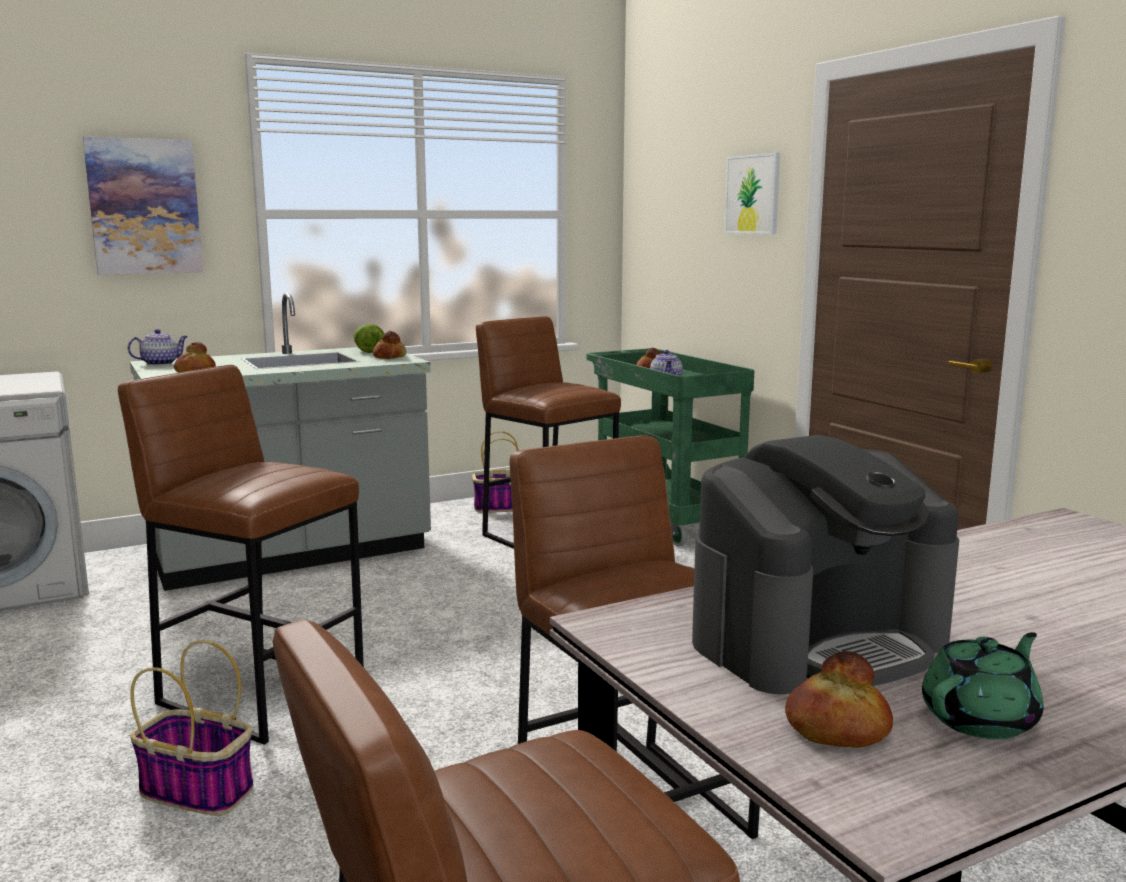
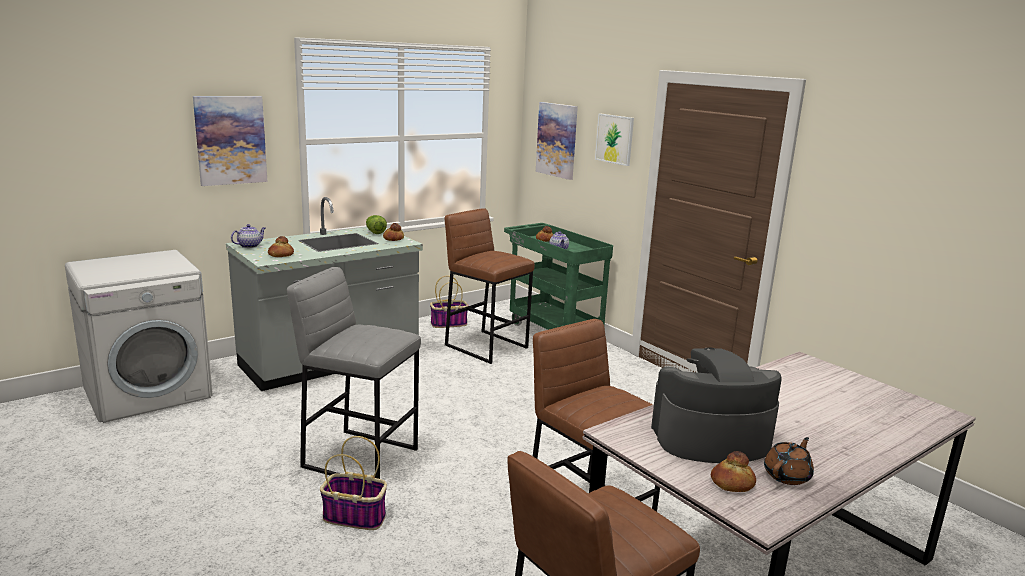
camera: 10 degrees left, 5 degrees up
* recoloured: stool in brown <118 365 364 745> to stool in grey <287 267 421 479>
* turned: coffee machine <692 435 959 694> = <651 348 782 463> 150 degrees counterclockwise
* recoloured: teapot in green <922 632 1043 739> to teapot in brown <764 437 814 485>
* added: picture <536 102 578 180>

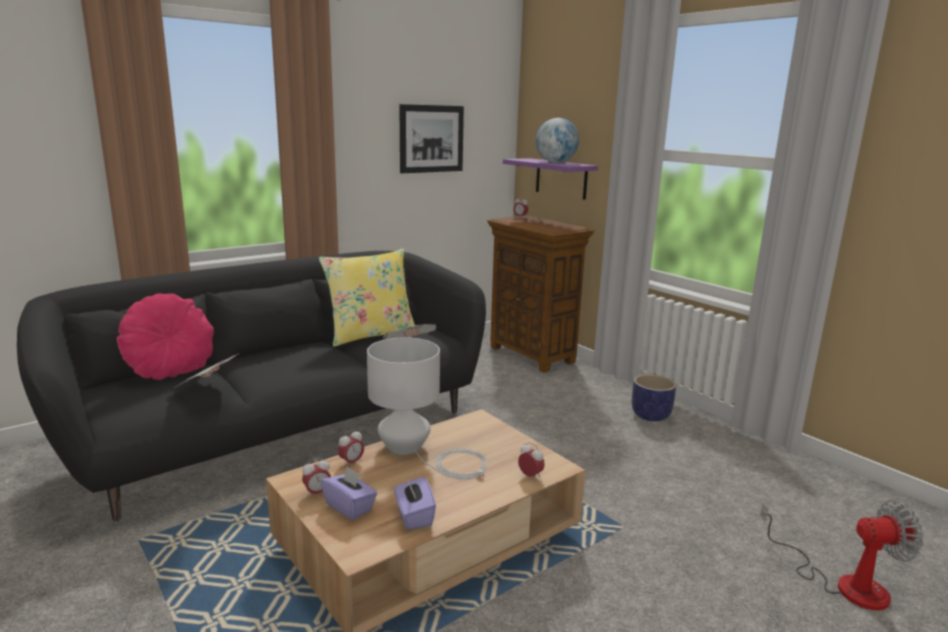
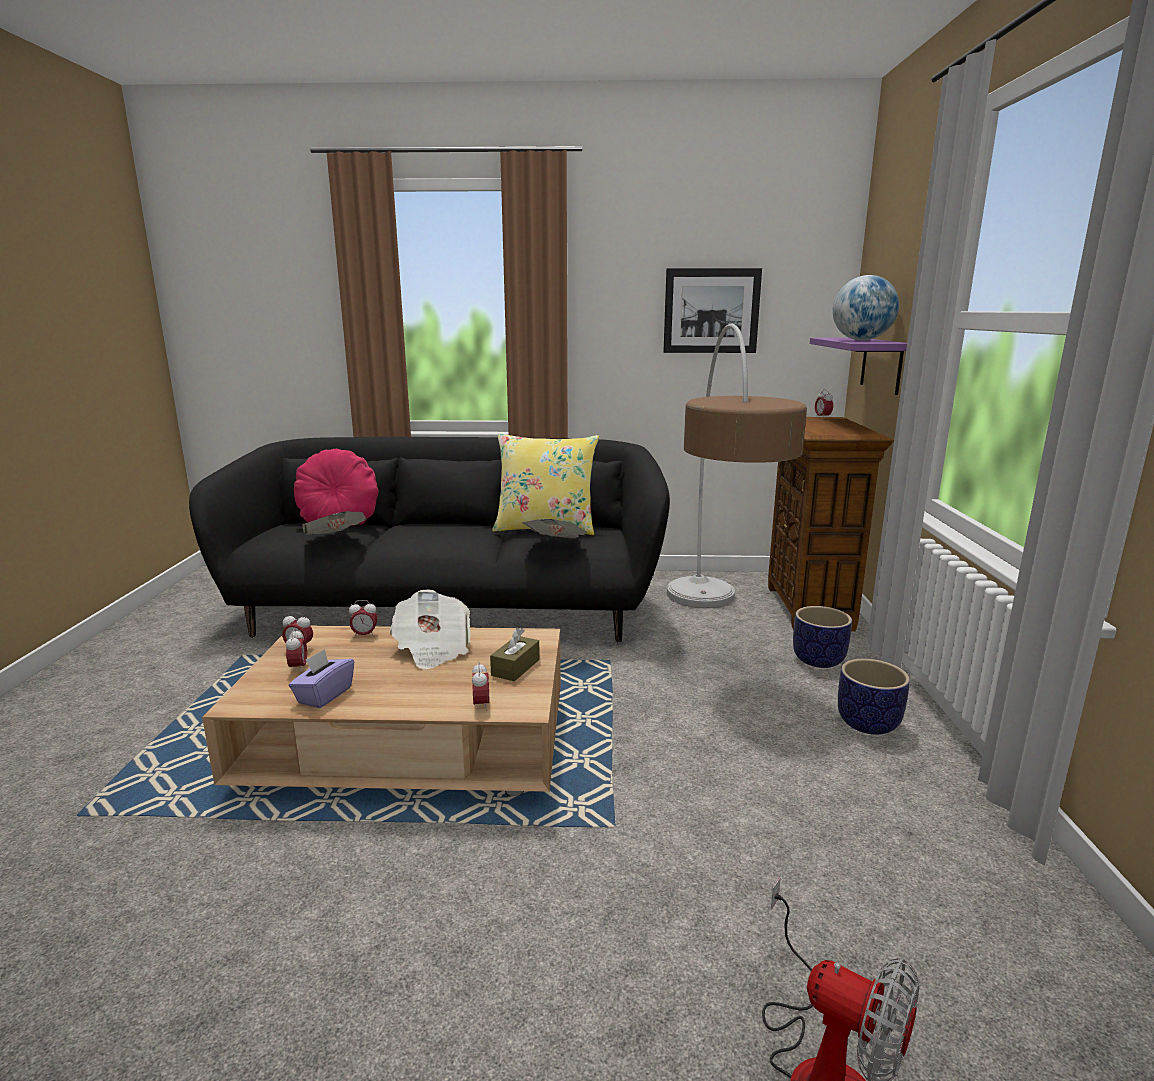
camera: 40 degrees right, 0 degrees up
* replaced: tissue box in purple <321 466 377 520> to alarm clock <286 628 307 673>
* replaced: table lamp in grey <367 337 487 479> to newspaper <390 589 470 670>
* added: tissue box in brown <490 628 540 682>
* added: floor lamp <667 324 807 608>
* added: planter <793 606 852 668>

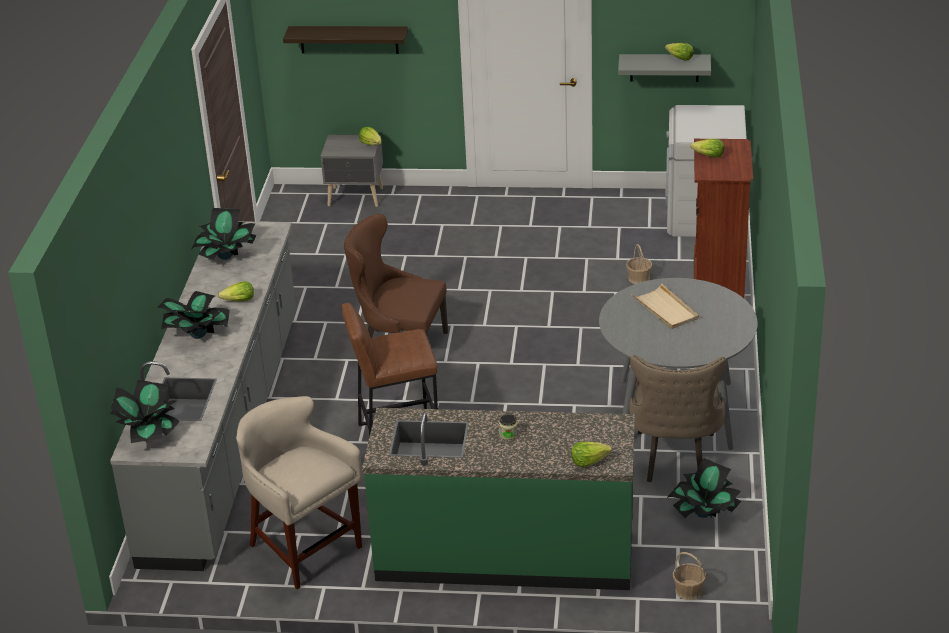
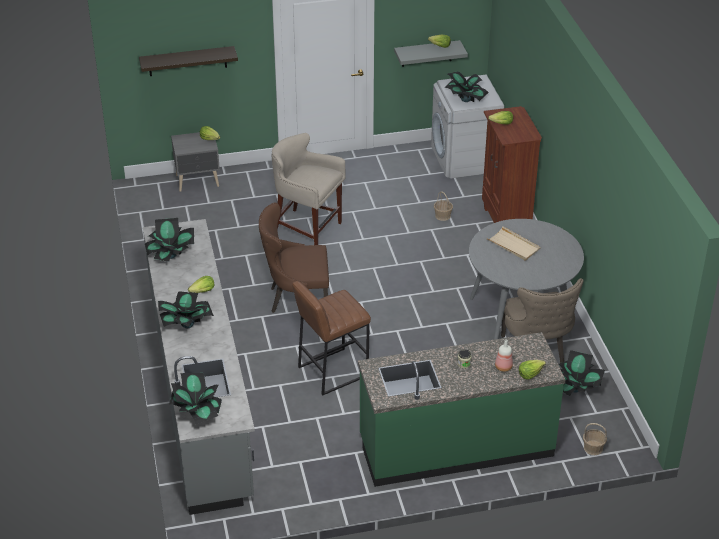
camera: 20 degrees left, 5 degrees up
* moved: stool in beige <236 396 362 590> to <272 133 345 245>
* added: potted plant <444 71 489 102>
* added: bottle <495 339 513 372>

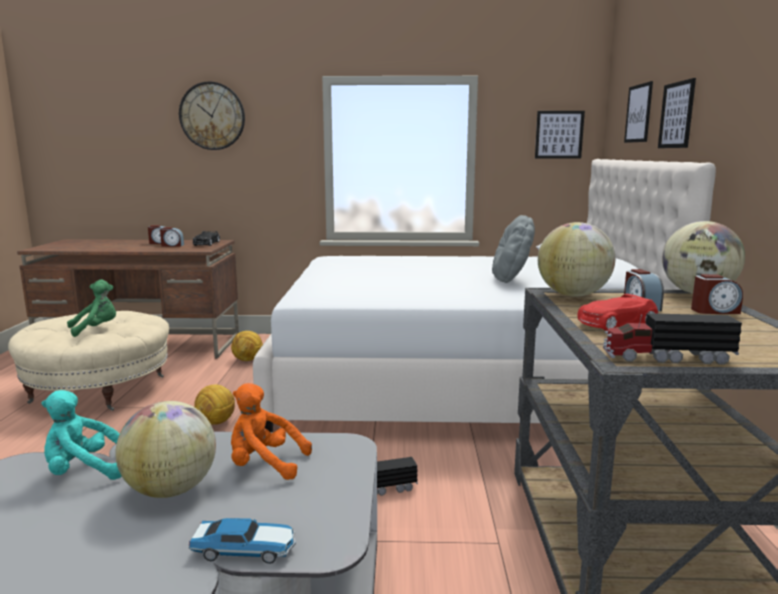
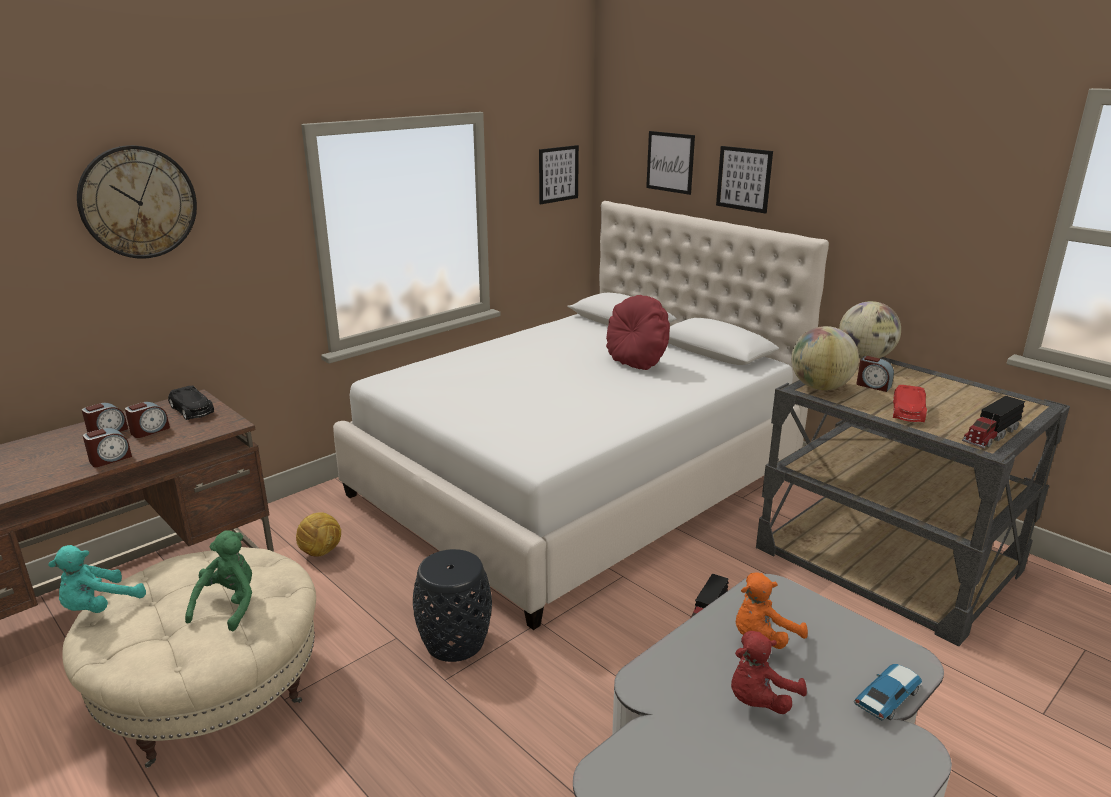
camera: 45 degrees left, 10 degrees up
* moved: plush toy in turquoise <41 390 122 480> to <48 545 146 613>
* replaced: globe <115 401 216 498> to plush toy in red <731 631 807 714>
* replaced: football <194 384 235 425> to stool in black <413 549 492 662>
* recoloured: pillow in grey <492 215 535 283> to pillow in red <606 295 670 370>
* moved: alarm clock <691 274 743 314> to <83 428 132 467>

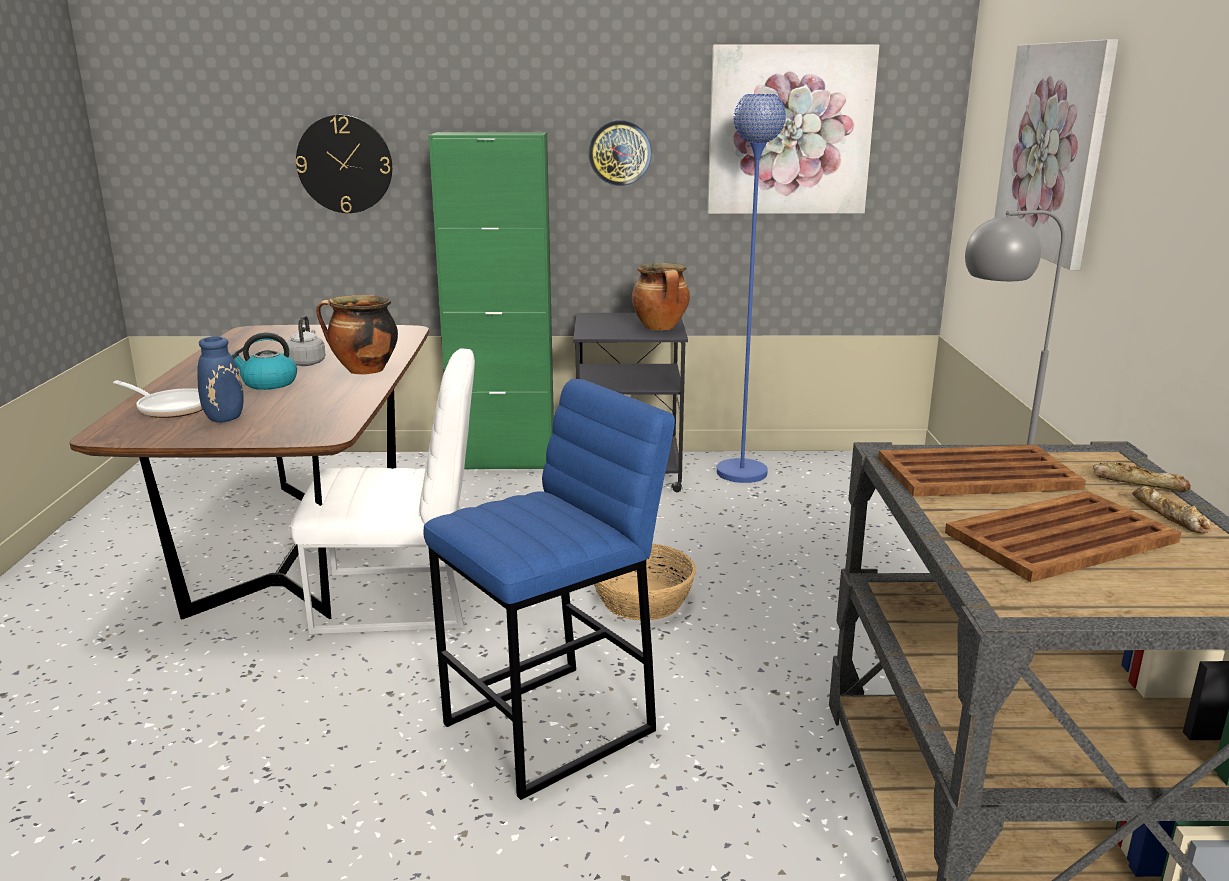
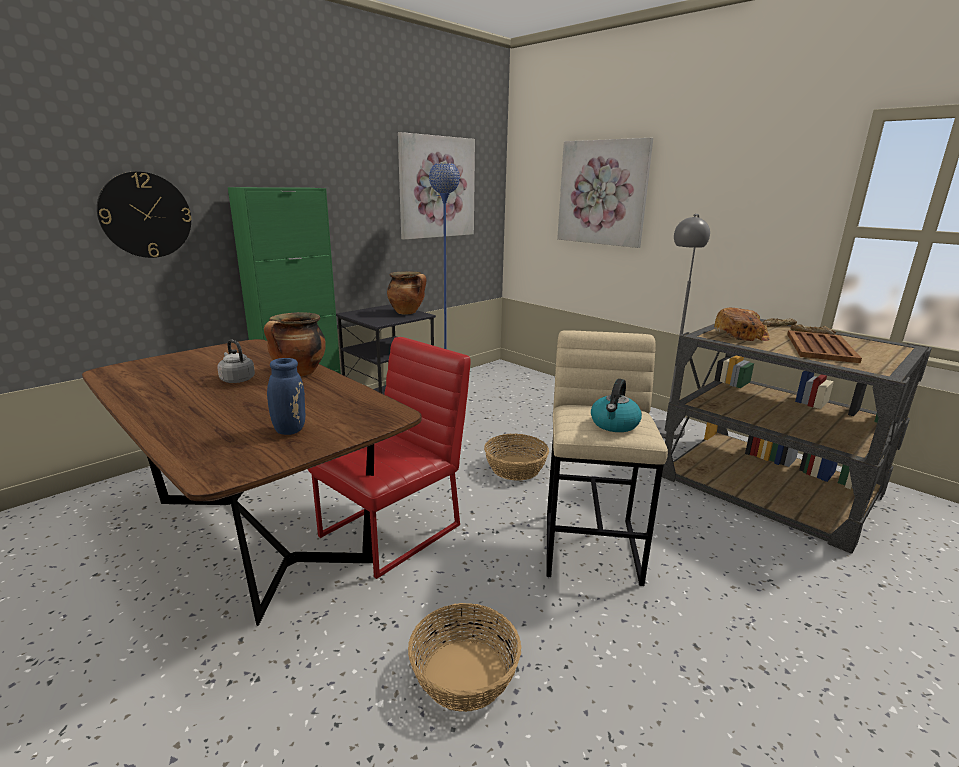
camera: 45 degrees left, 0 degrees up
* removed: frying pan <113 380 203 418>
* moved: kettle <231 333 297 390> to <591 379 642 432>
* recoloured: chair in white <291 349 475 634> to chair in red <308 337 471 579>
* recoloured: stool in blue <423 379 675 800> to stool in beige <546 330 668 586>
* removed: wall clock <588 120 652 186>
* replaced: tray in brown <878 445 1086 497> to bread <714 307 770 341>
* added: basket <408 603 521 712>

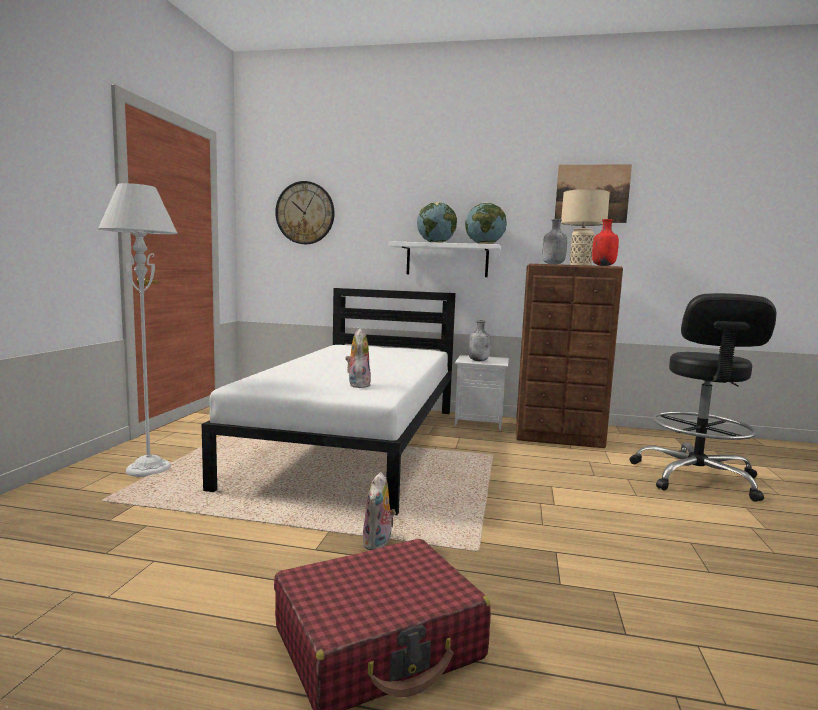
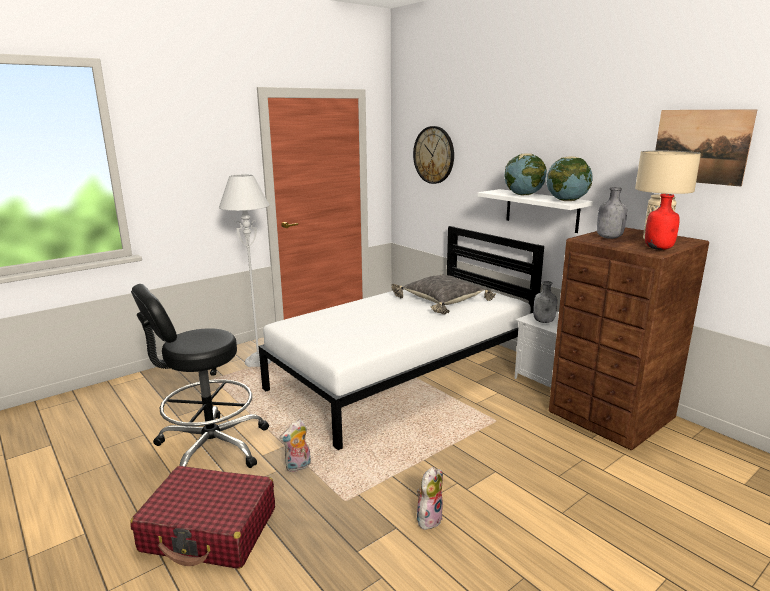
camera: 40 degrees right, 10 degrees up
* moved: plush toy <345 328 371 388> to <417 467 443 530>
* moved: stool in black <629 293 776 502> to <131 284 269 468>
* added: pillow <391 275 496 314>

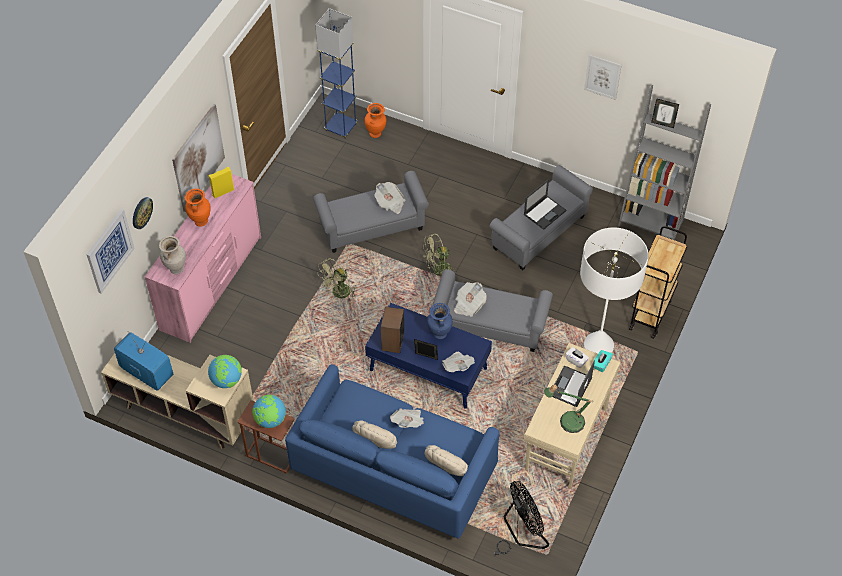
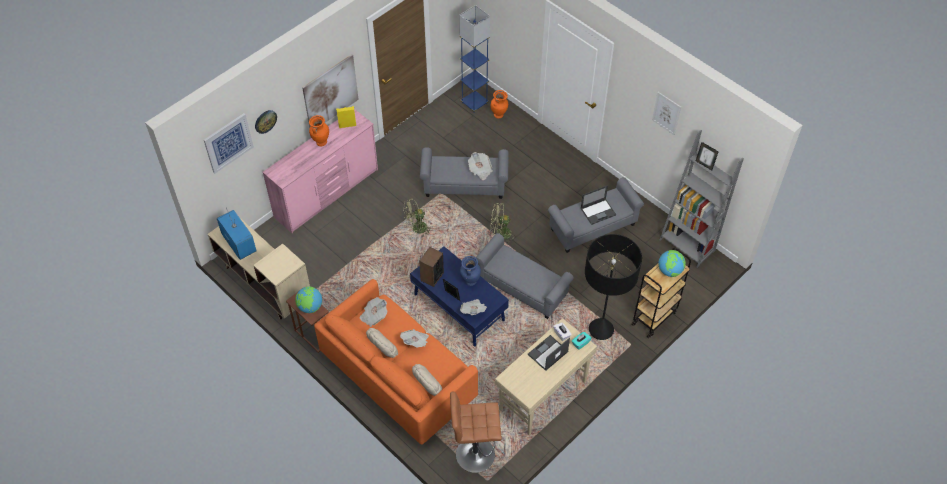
camera: 20 degrees right, 0 degrees up
* removed: vase in beige <159 236 186 274>
* moved: globe <208 355 242 388> to <658 250 686 277>
* recoloured: sofa in blue <285 364 499 538> to sofa in orange <314 279 478 445>
* moved: newspaper <454 282 487 317> to <360 297 387 327>
* replaced: fan in black <495 481 549 555> to stool in brown <450 392 502 473>
* removed: table lamp <544 384 592 433>
* recoloured: floor lamp in white <580 227 649 353> to floor lamp in black <585 234 642 340>

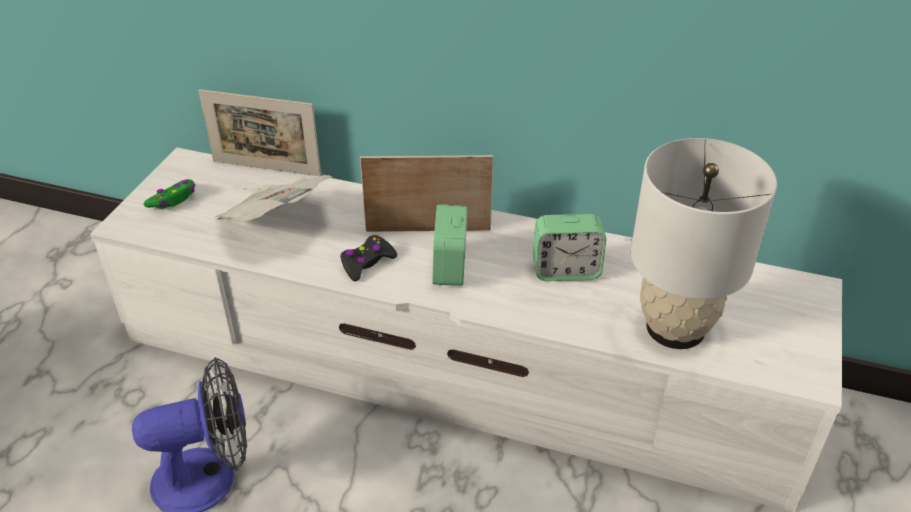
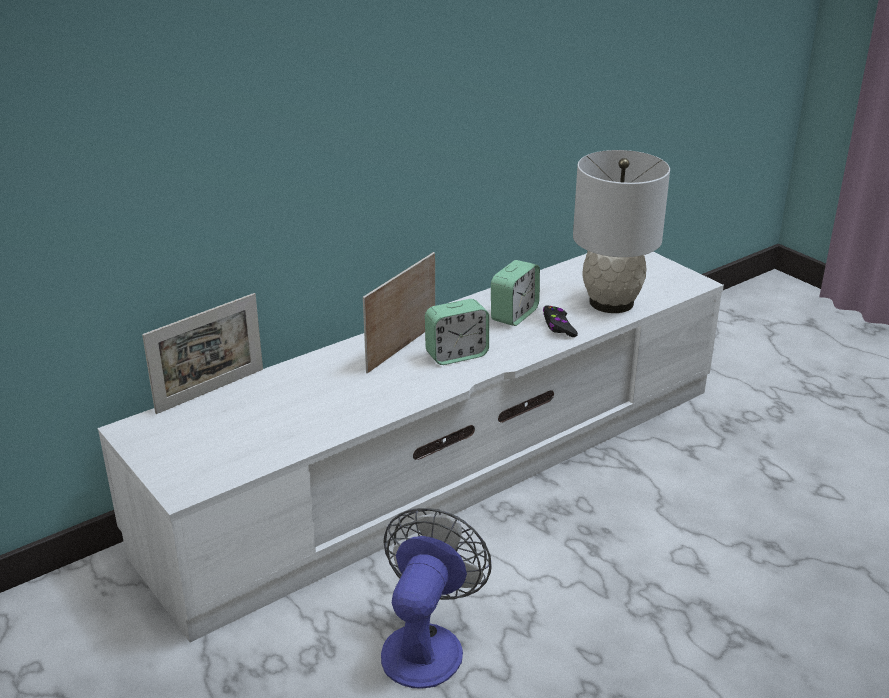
camera: 55 degrees left, 10 degrees down
* removed: game controller in green <143 179 195 209>
* removed: newspaper <214 175 333 222>
* moved: game controller in black <340 235 397 282> to <543 305 578 337>
* turned: alarm clock <432 204 467 286> = <425 299 489 365> 60 degrees counterclockwise

